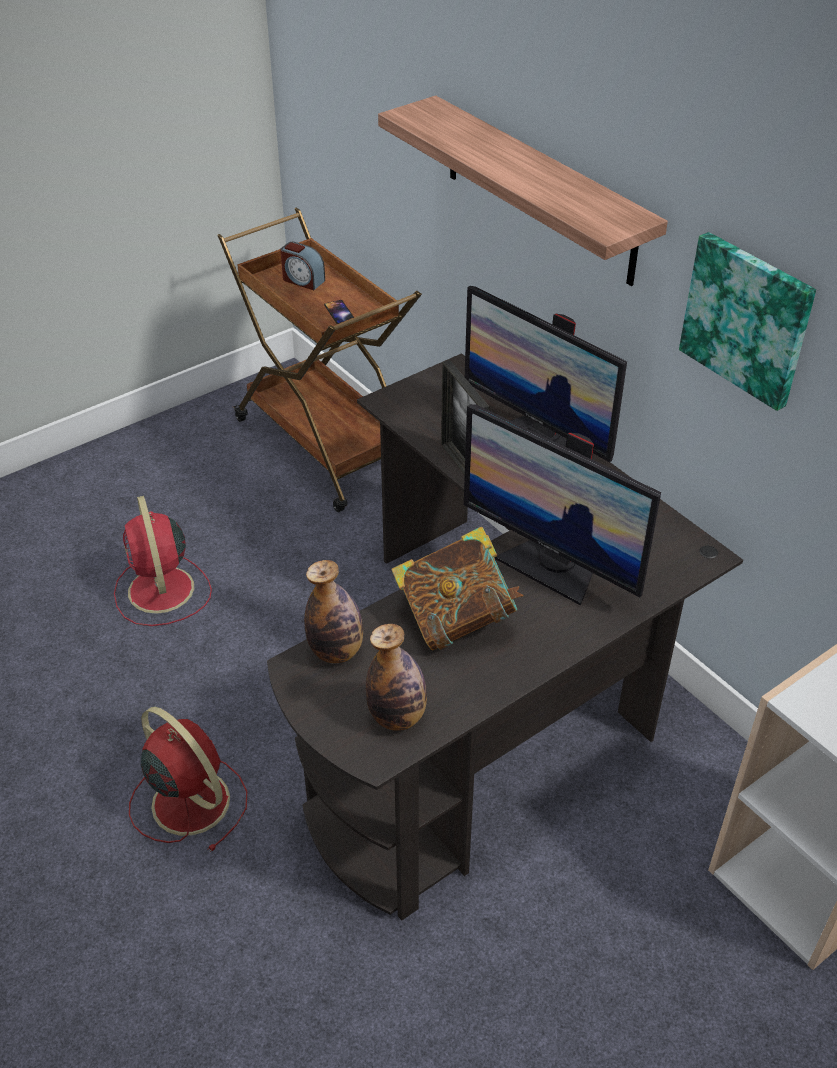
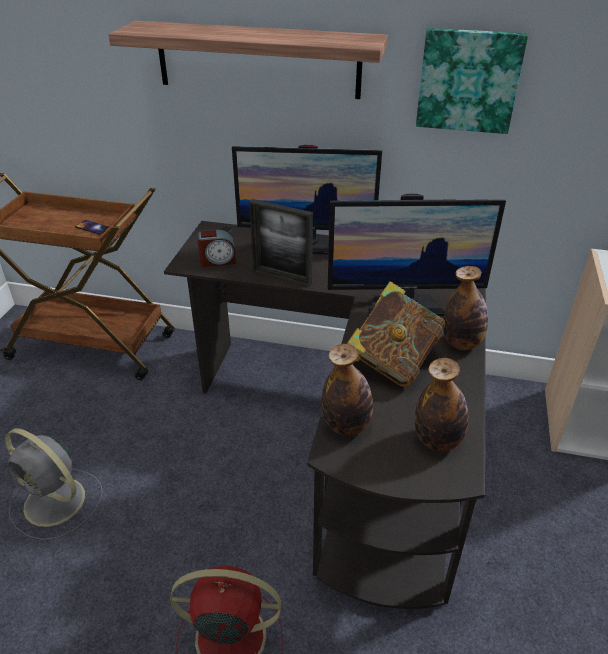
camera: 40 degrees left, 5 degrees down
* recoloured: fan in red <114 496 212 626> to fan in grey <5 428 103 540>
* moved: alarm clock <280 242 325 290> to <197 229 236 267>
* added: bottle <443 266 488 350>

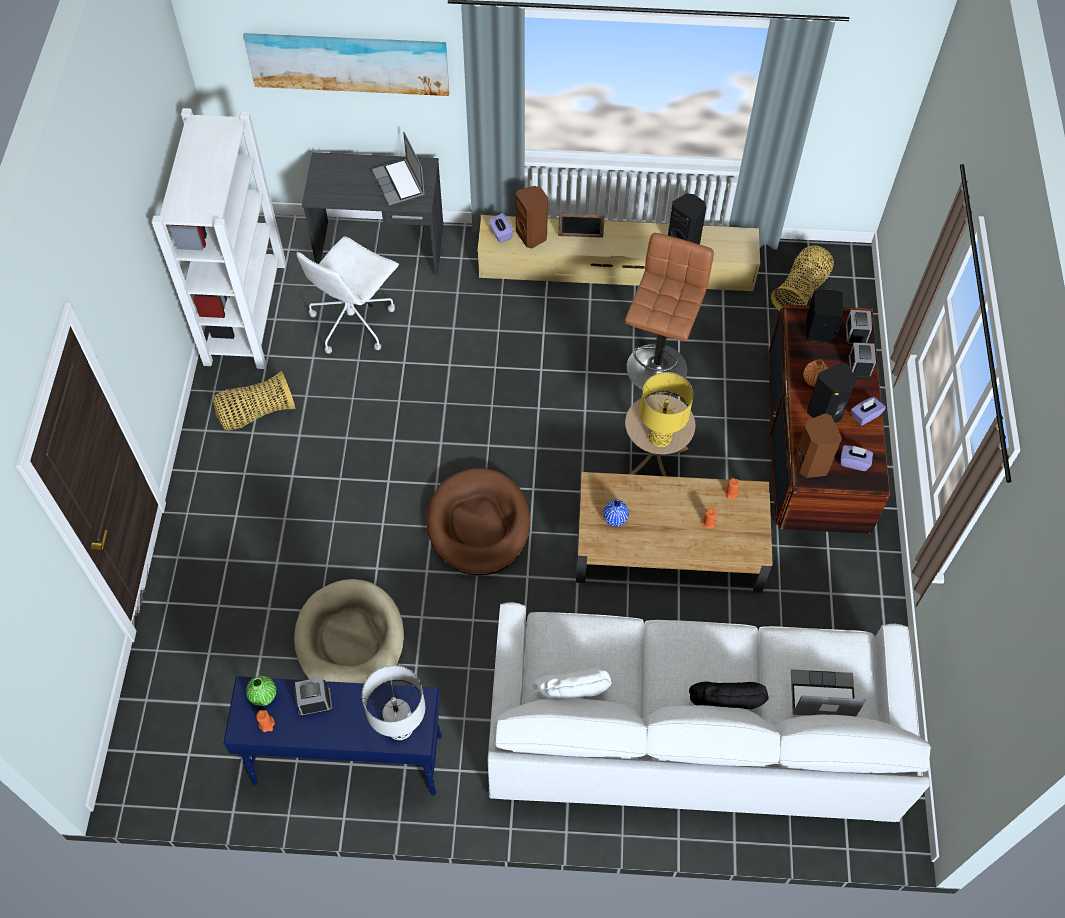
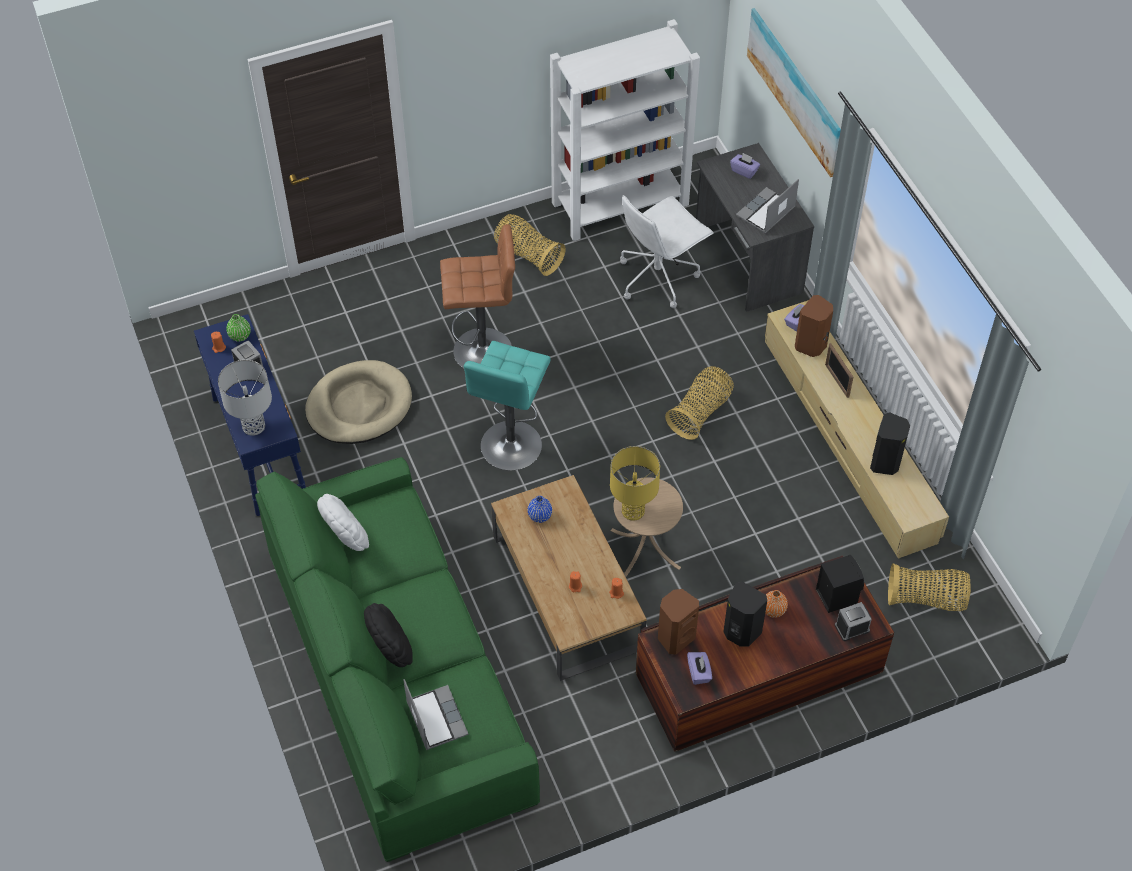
camera: 65 degrees right, 5 degrees down
* turned: office chair in white <296 236 399 354> = <620 195 714 308> 45 degrees counterclockwise
* replaced: dog bed in brown <426 468 530 575> to stool in turquoise <464 341 551 470>
* recoloured: sofa in white <487 602 931 822> to sofa in green <255 457 540 862>
* moved: stool in brown <625 233 714 394> to <440 224 515 369>
* removed: alarm clock <848 342 876 379>
* moved: tissue box in purple <851 397 886 426> to <730 153 760 179>
* added: basket <665 366 734 440>

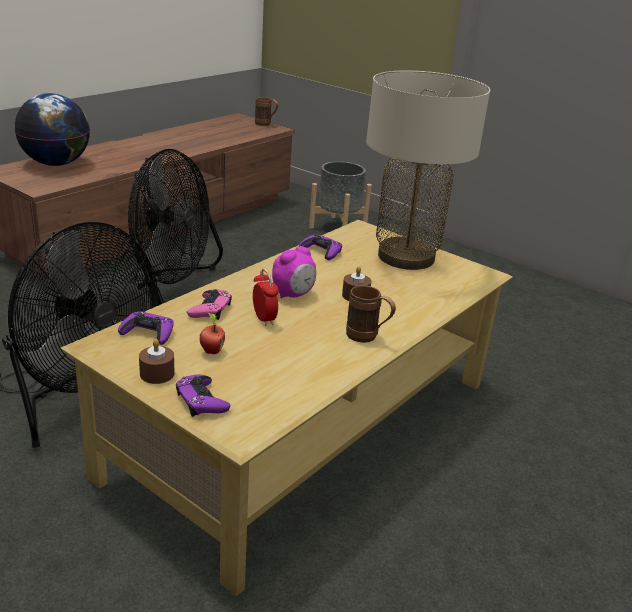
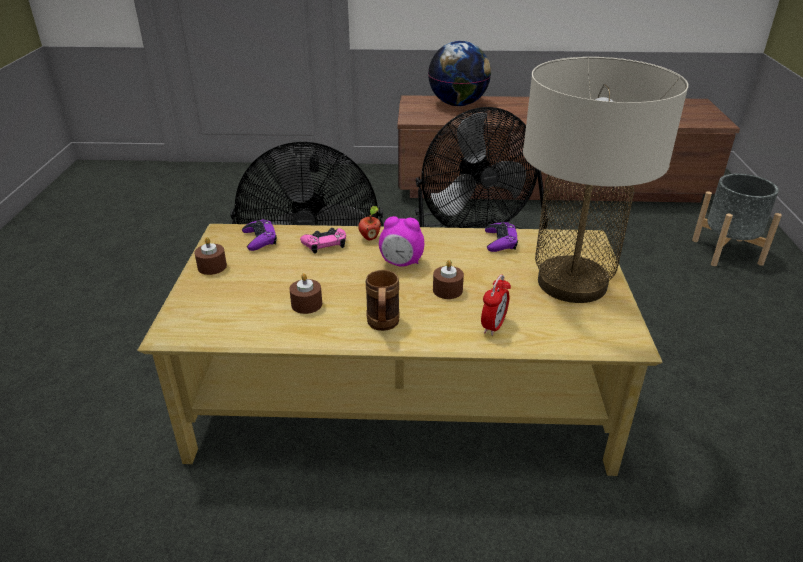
camera: 55 degrees right, 5 degrees up
* removed: game controller in purple <176 375 231 417>
* moved: apple <200 312 225 354> to <358 206 381 241>
* moved: alarm clock <253 269 279 326> to <481 275 511 336>
* removed: mug in brown <255 97 278 126>
* added: candle in brown <289 273 322 314>

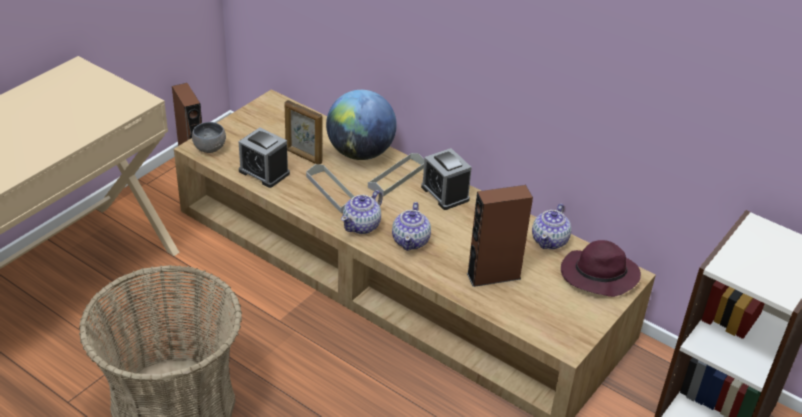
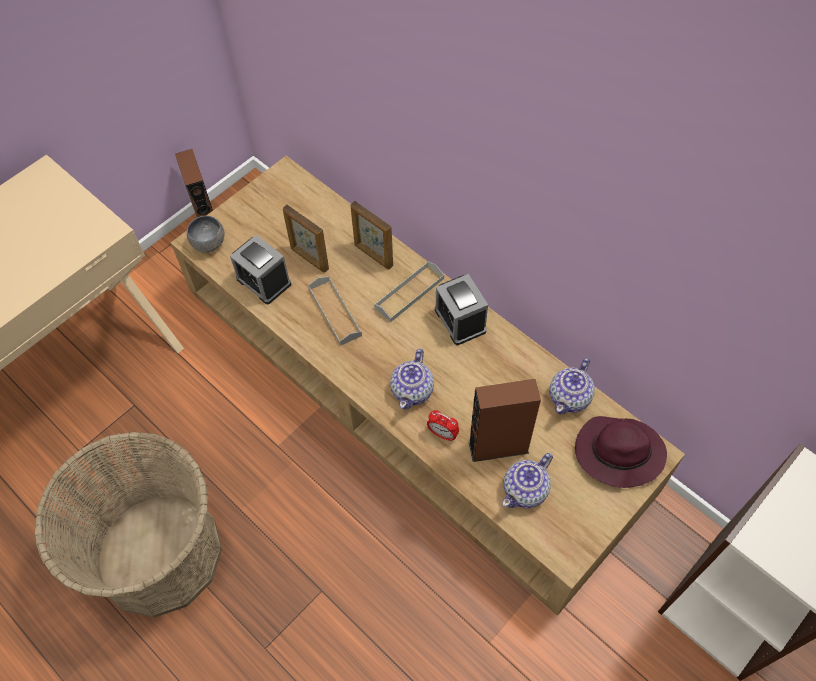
camera: 10 degrees right, 20 degrees up
* replaced: globe <326 90 397 160> to picture frame <351 201 393 269>
* moved: teapot <341 190 383 234> to <502 453 553 508>
* added: alarm clock <427 410 459 441>

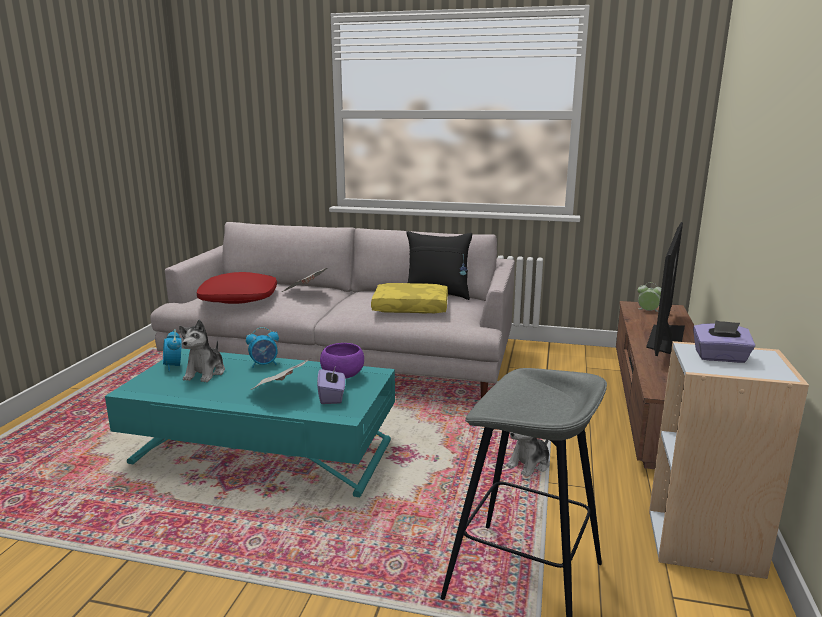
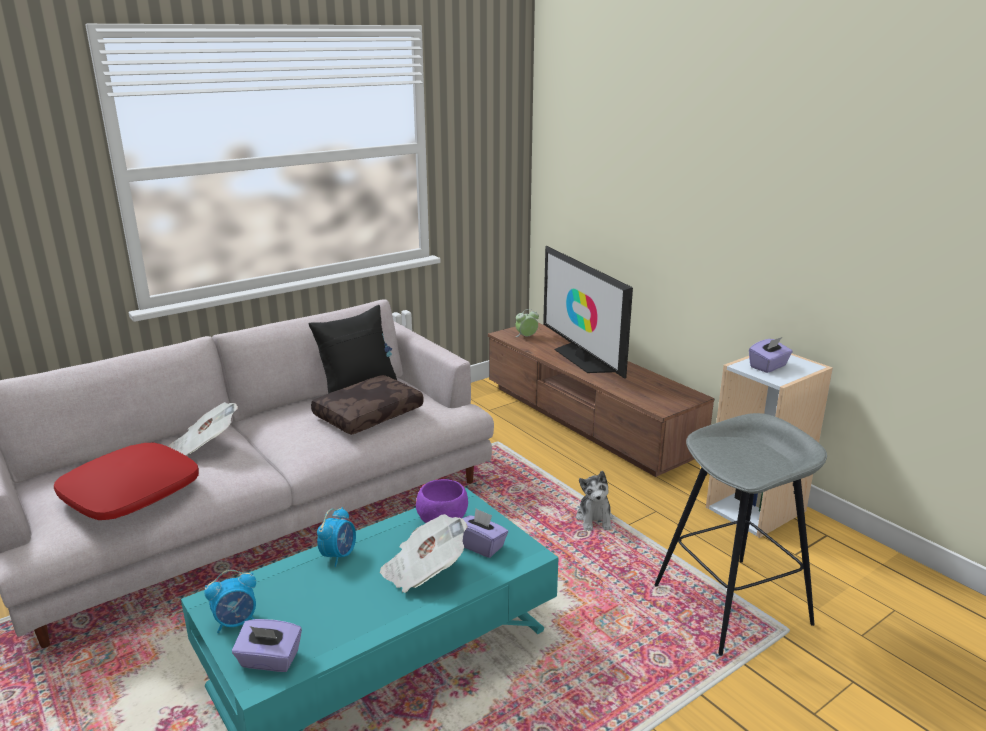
camera: 50 degrees left, 5 degrees up
* turned: alarm clock <163 329 182 371> = <204 570 256 633> 45 degrees counterclockwise
* removed: plush toy <179 319 225 382>
* recoloured: pillow in yellow <371 283 448 313> to pillow in brown <311 375 424 435>
* added: tissue box in purple <232 619 302 672>

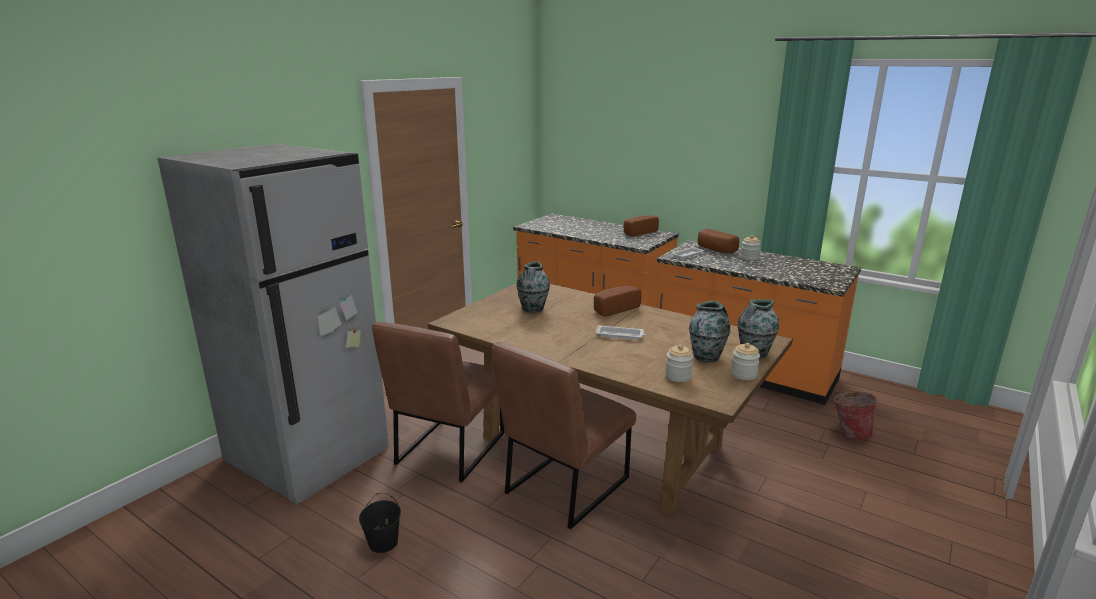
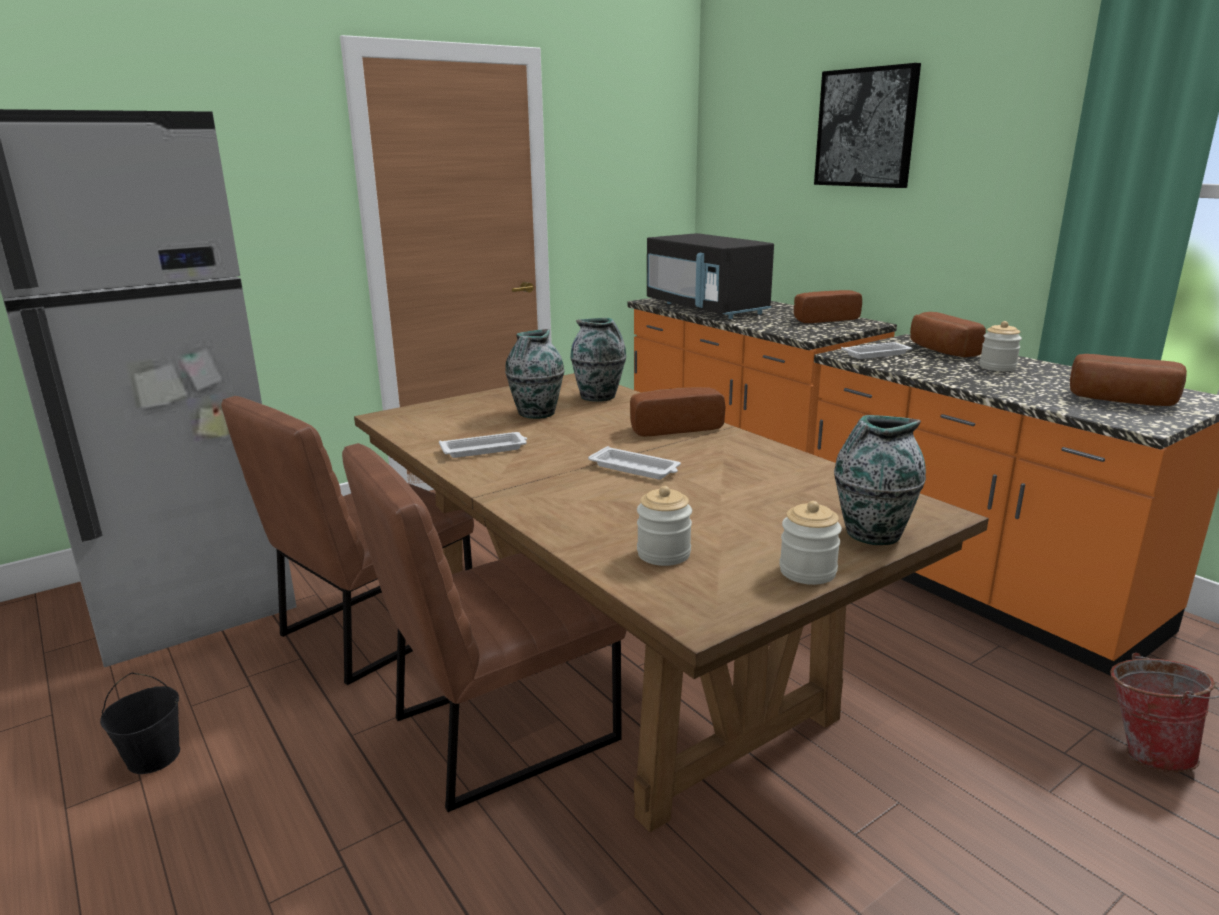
camera: 20 degrees right, 0 degrees up
* moved: vase <689 301 730 362> to <570 318 626 402>
* added: tray in white <439 432 527 458>
* added: microwave in black <647 233 774 319>
* added: picture <814 63 921 188>
* added: bread <1070 354 1187 406>

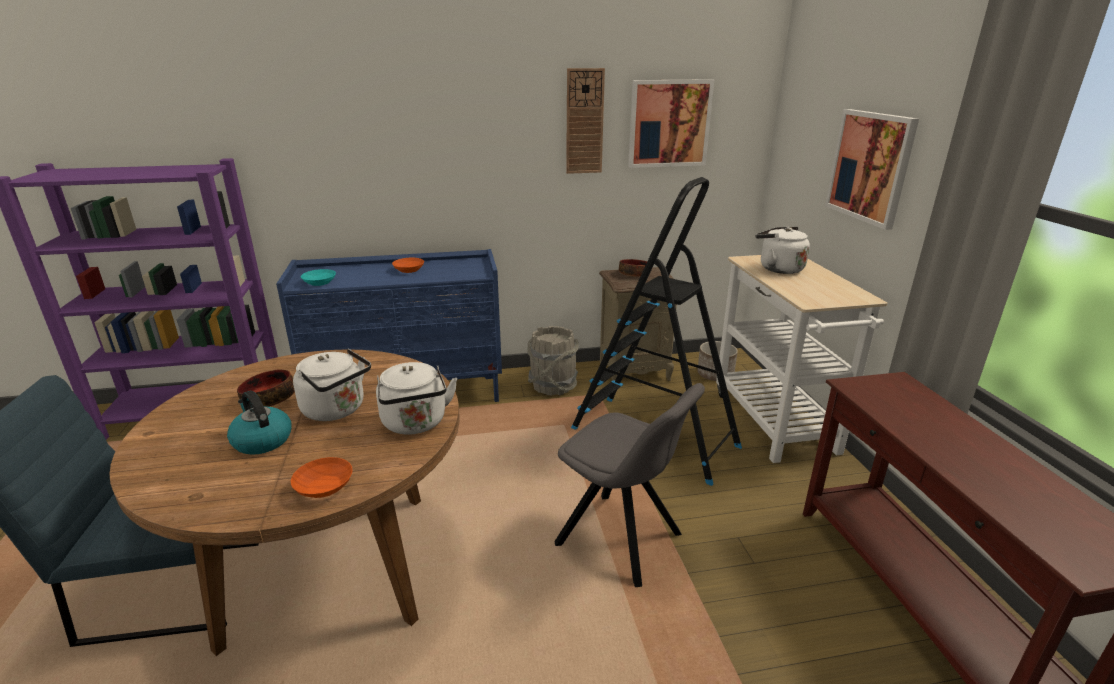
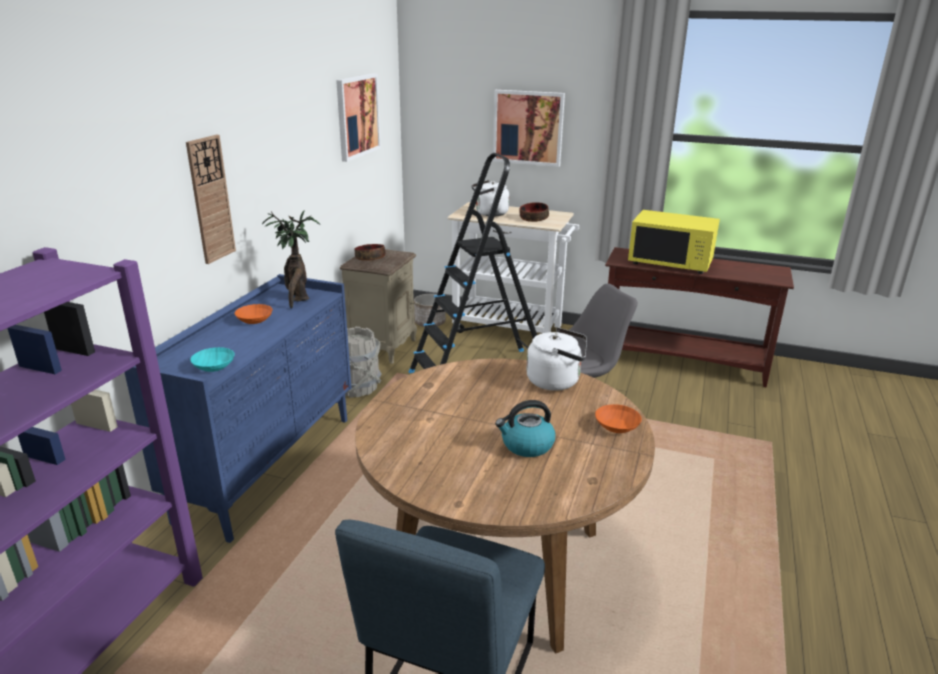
camera: 60 degrees left, 0 degrees up
* moved: bowl <237 370 295 407> to <520 202 549 222>
* removed: kettle in white <293 349 371 421>
* moved: wall clock <566 68 605 174> to <186 135 236 264>
* added: potted plant <262 210 320 309>
* added: microwave in yellow <628 210 720 274>

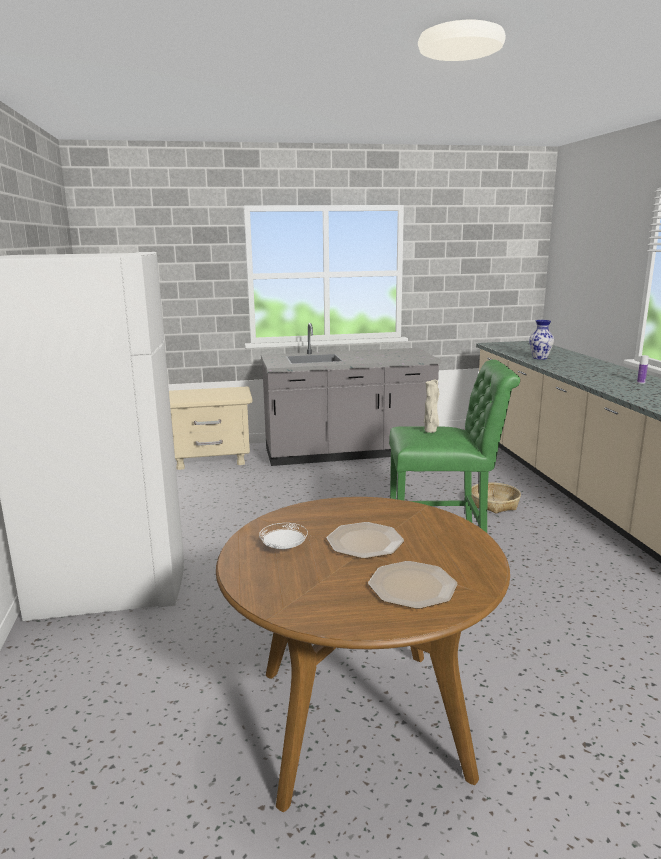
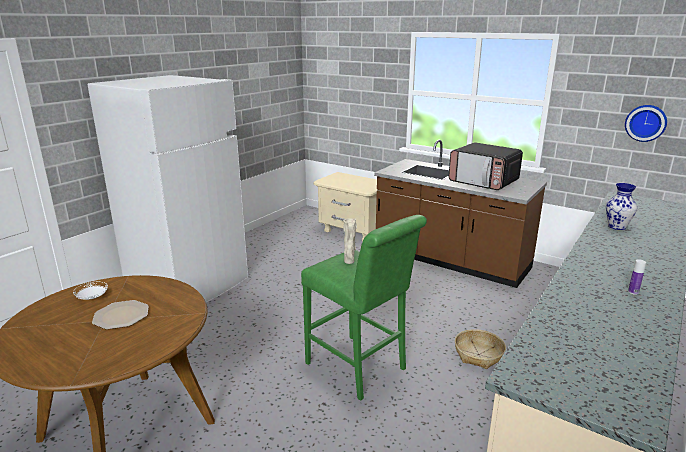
camera: 45 degrees right, 5 degrees up
* recoloured: counter in grey <261 323 442 466> to counter in brown <374 140 547 288>
* removed: plate <368 561 458 609>
* added: microwave <449 142 523 190>
* added: wall clock <625 105 667 142>

